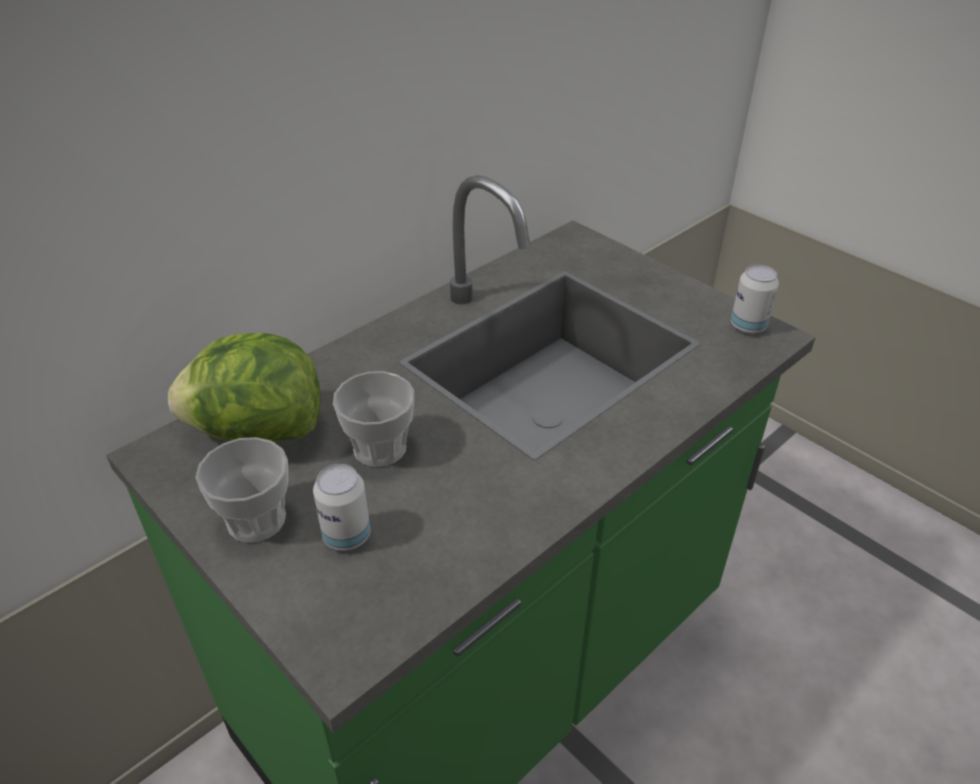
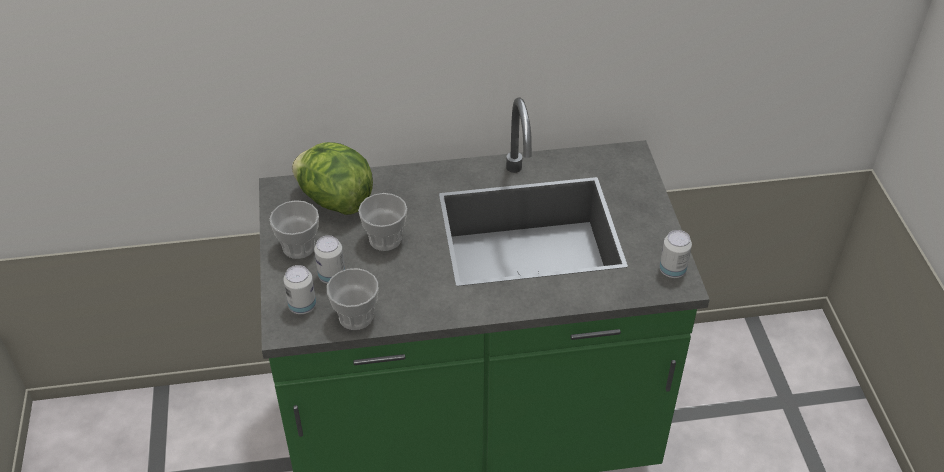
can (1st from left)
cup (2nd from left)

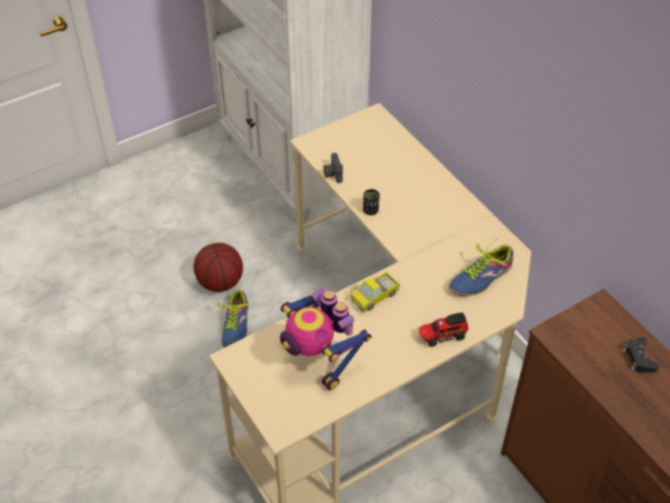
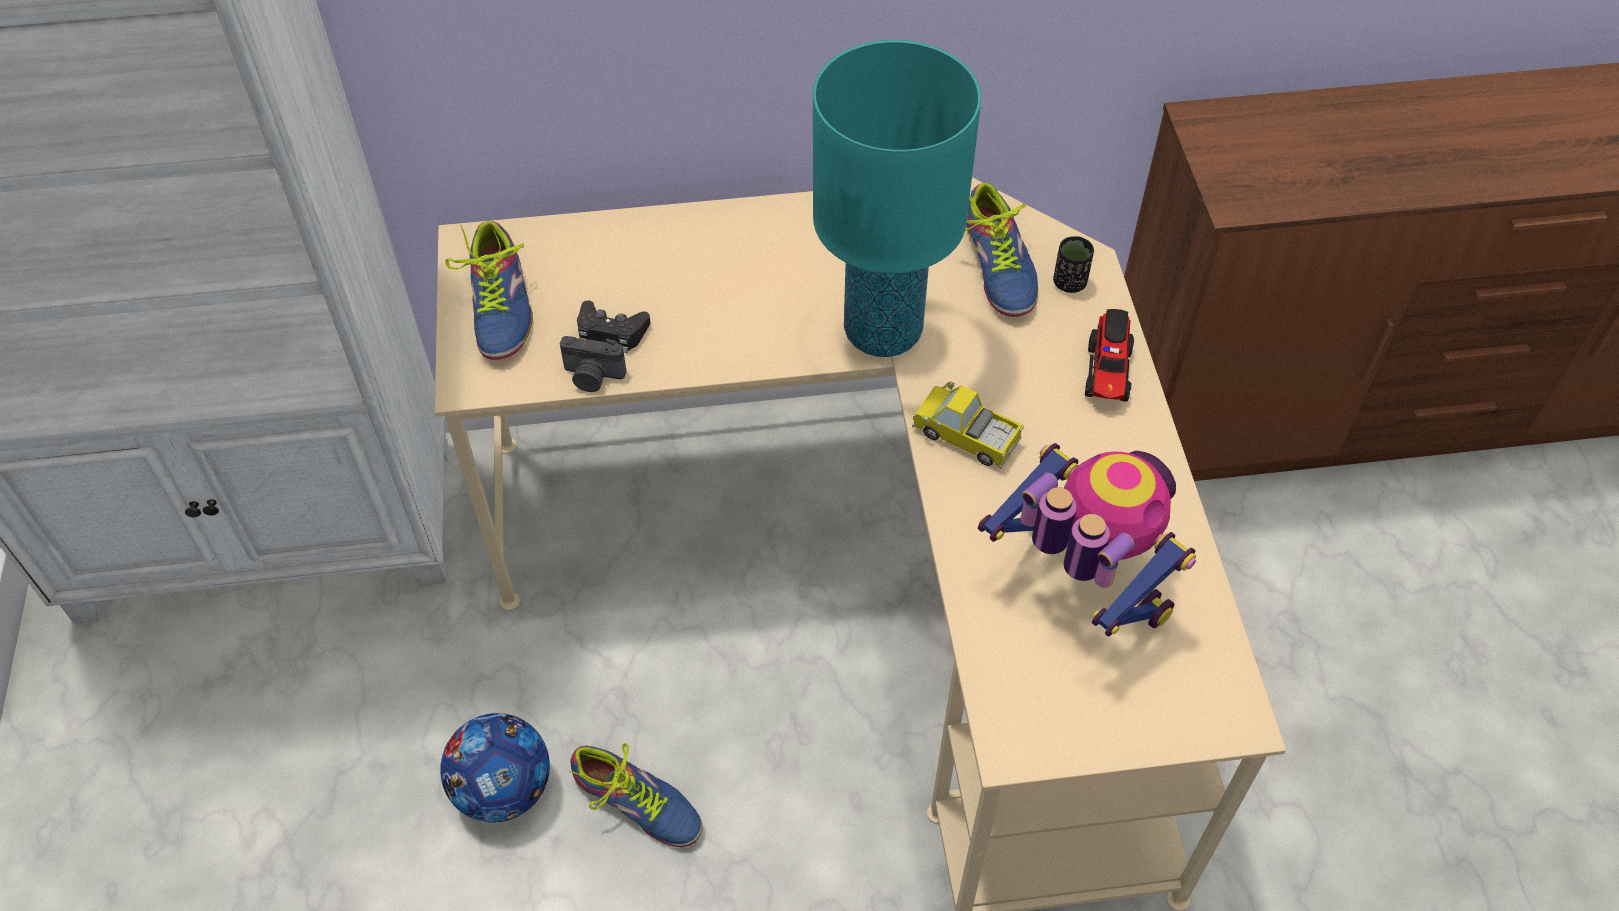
shoe (1st from left)
turquoise table lamp
black cup
black game controller
football
toy robot
toy truck (1st from left)

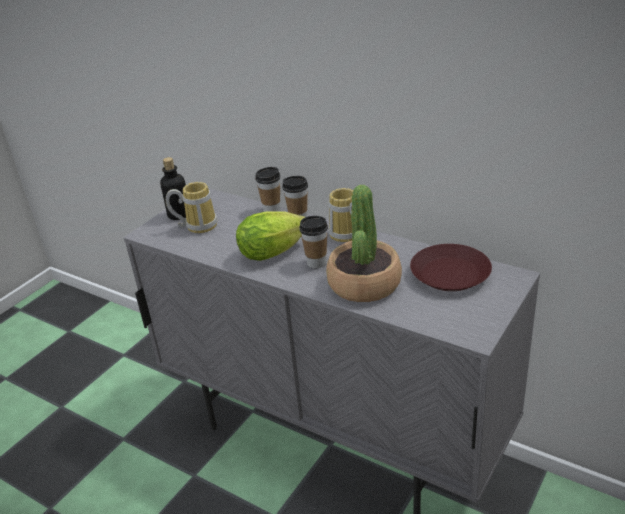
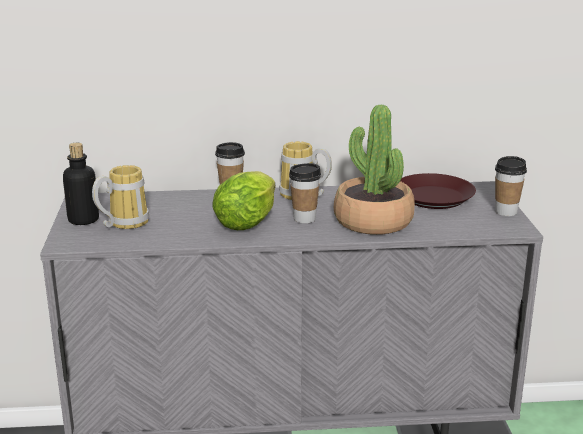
cup (3rd from left)

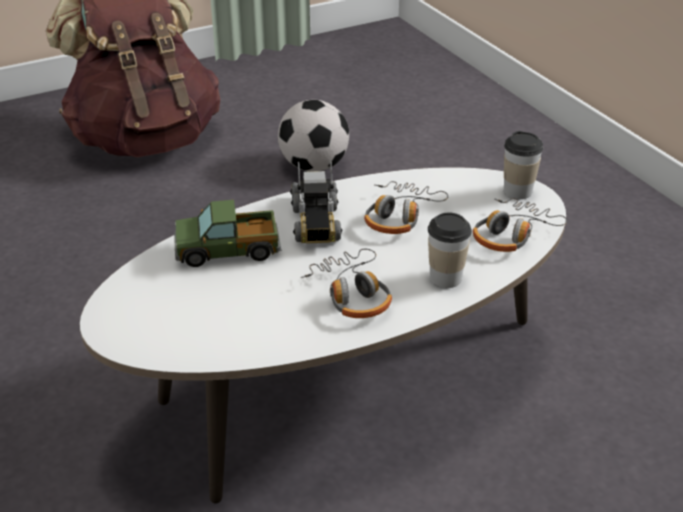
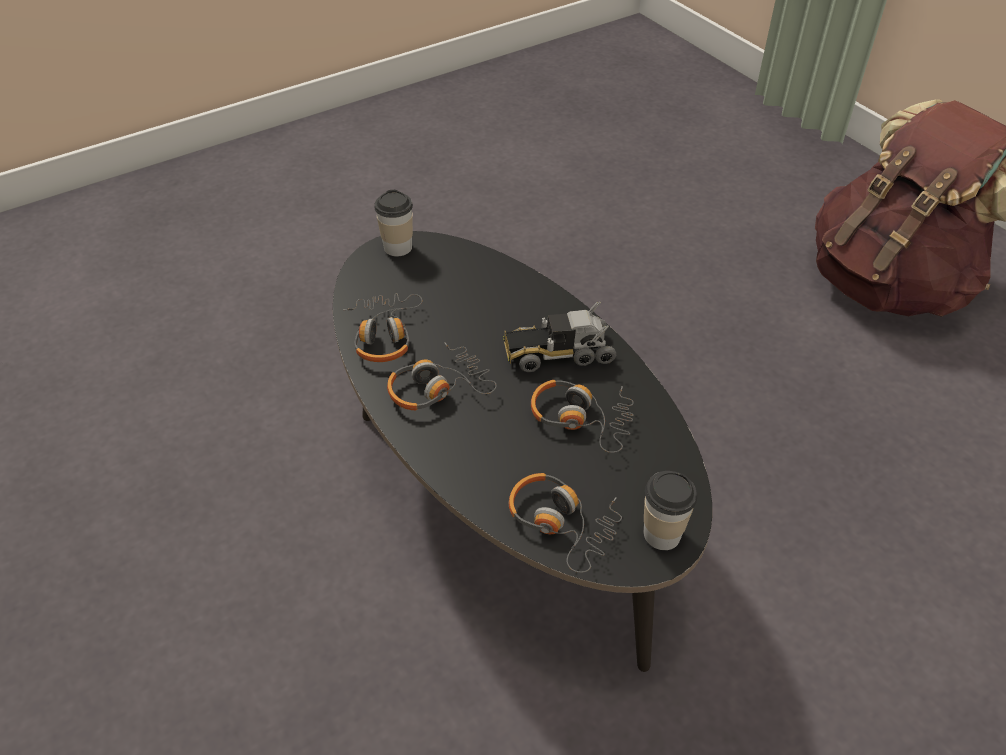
toy truck (1st from left in the first image)
football
headphones (1st from left)
cup (1st from left)
black coffee table

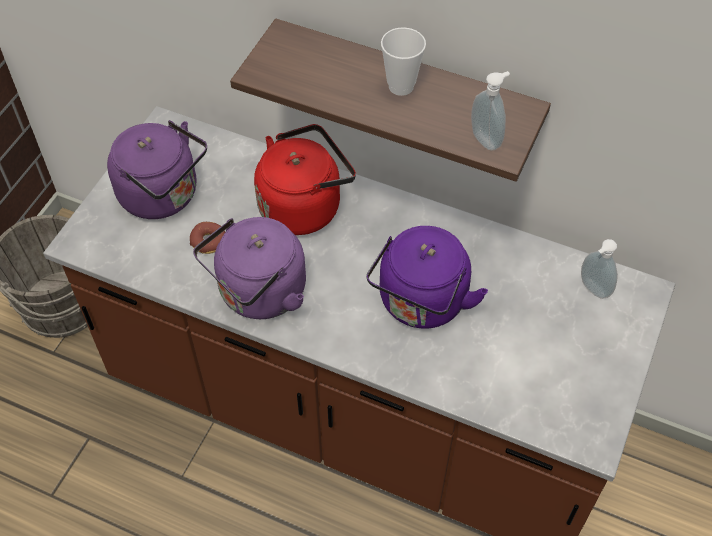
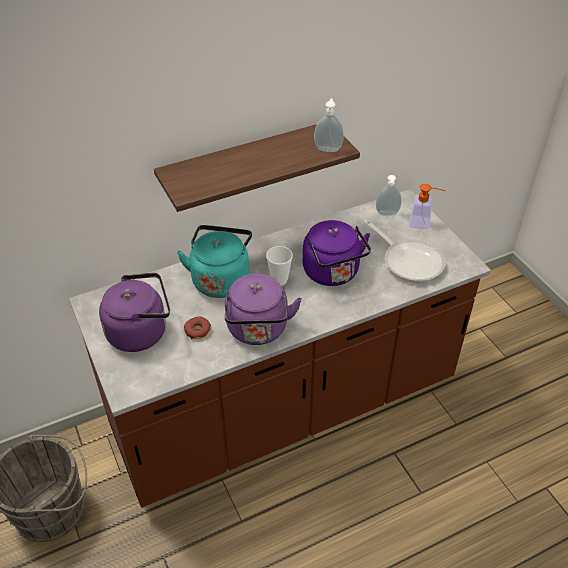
frying pan
soap dispenser (3rd from left)
cup
turquoise kettle

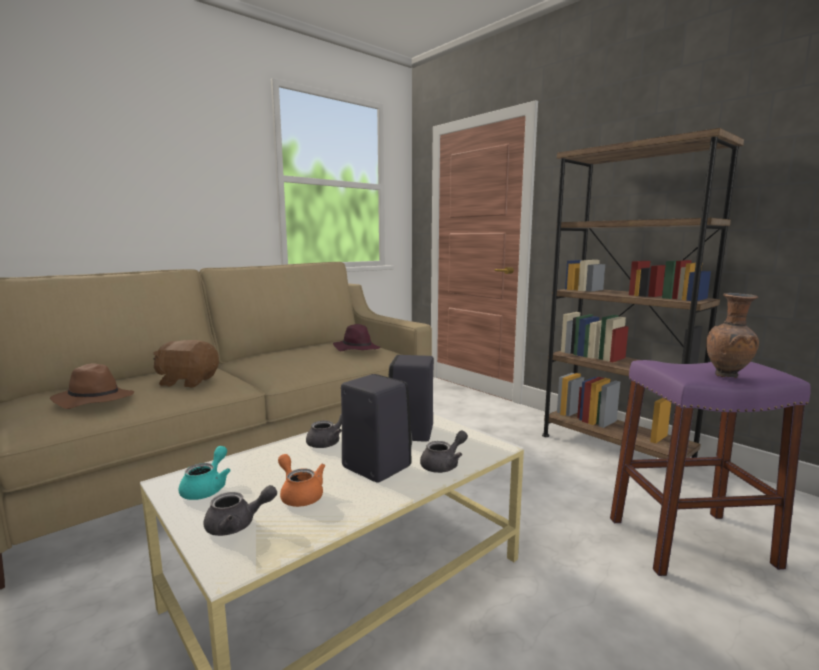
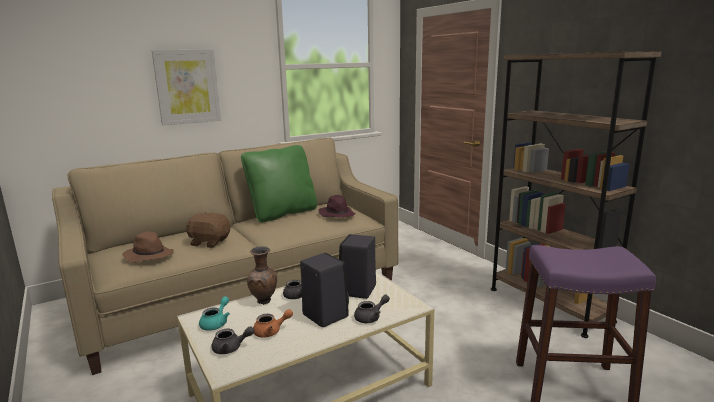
picture
green pillow
brown vase
orange teapot

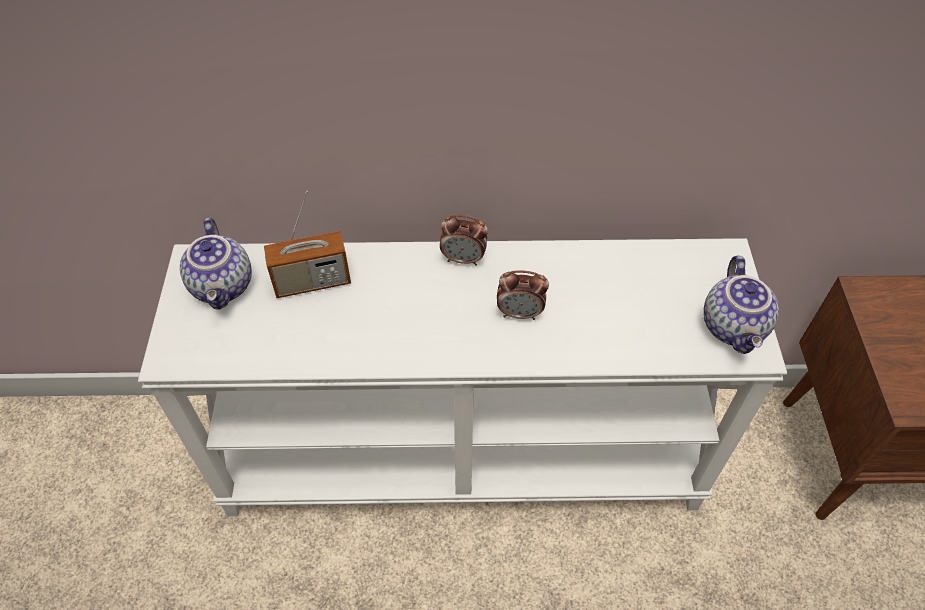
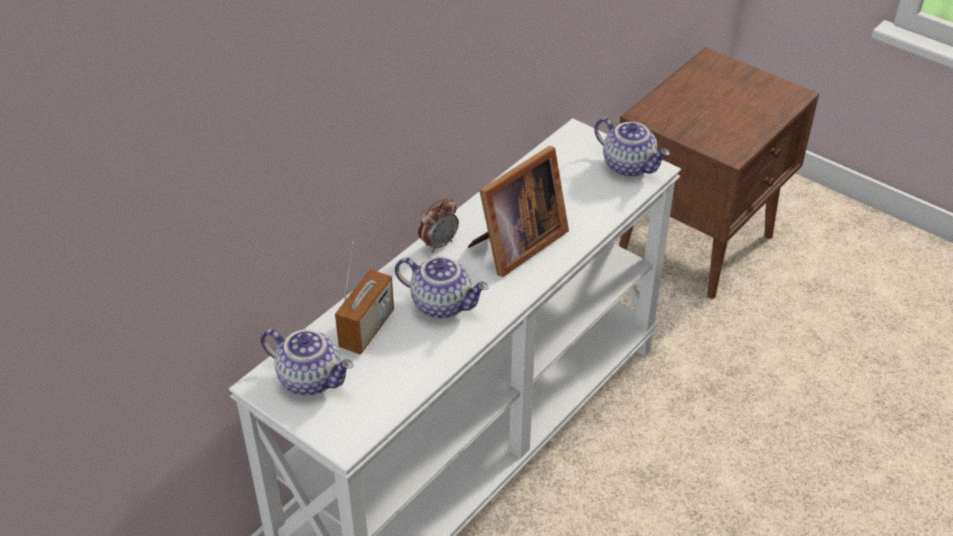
teapot (2nd from left)
picture frame

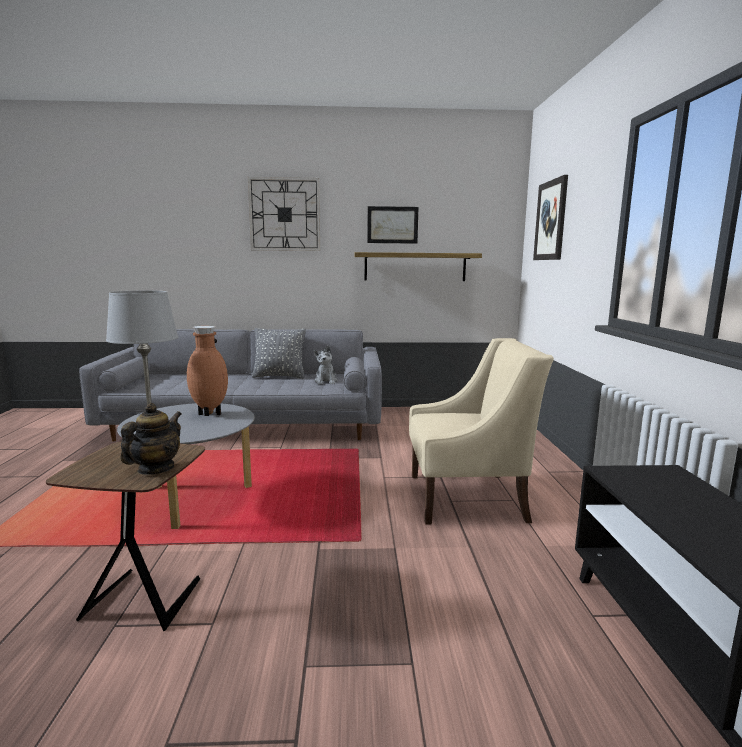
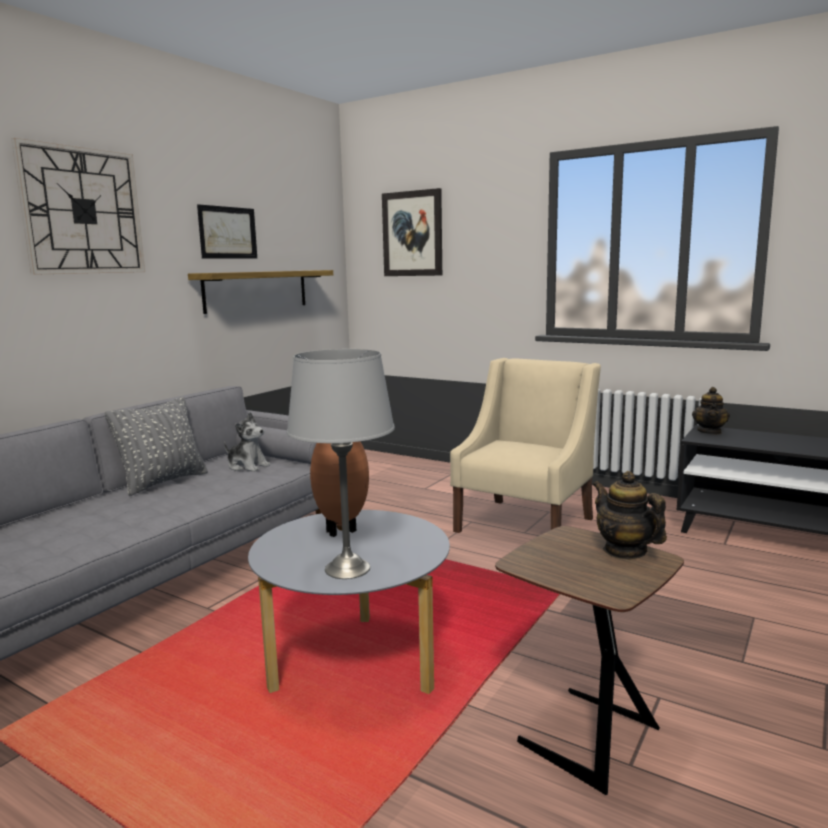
teapot (2nd from left)

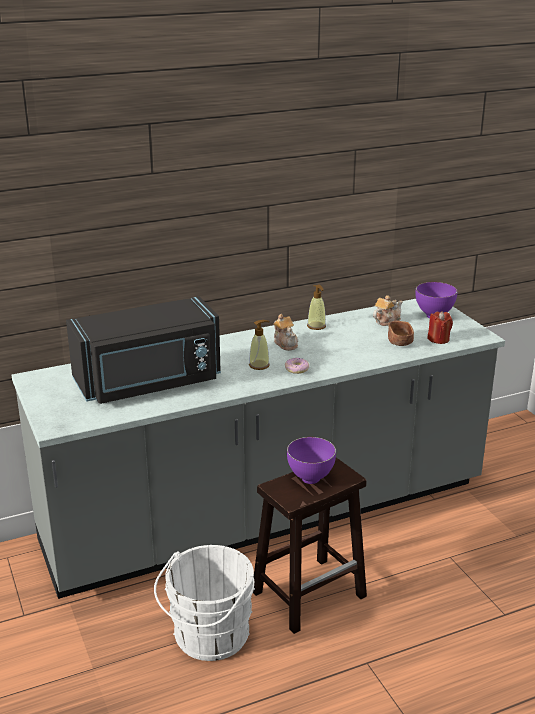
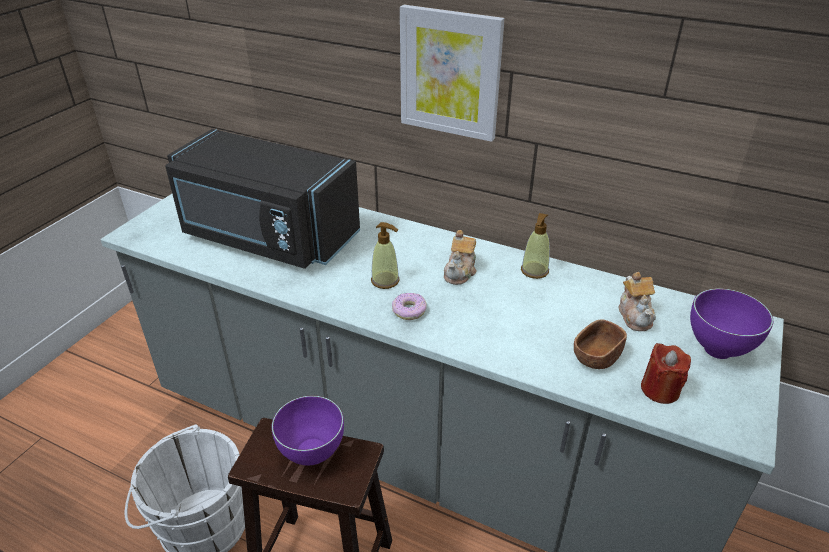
picture
teapot (2nd from left)

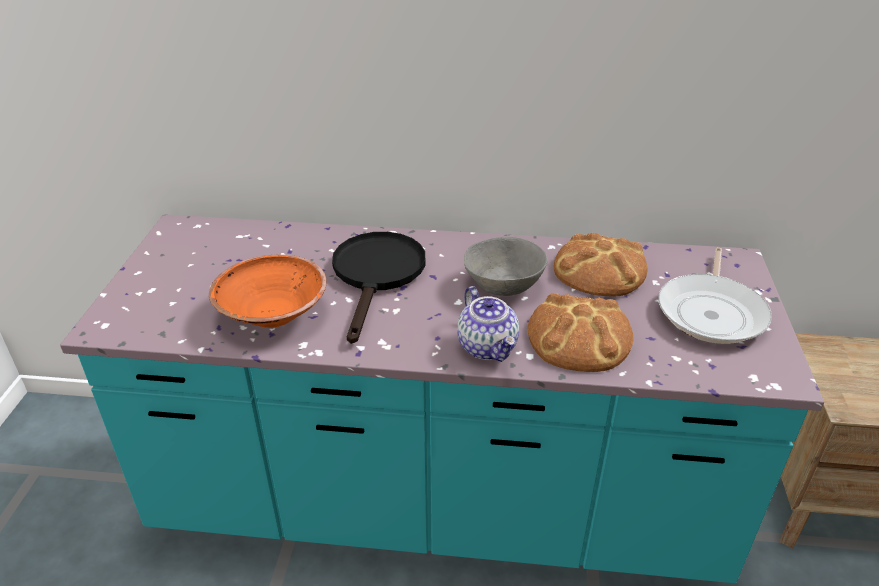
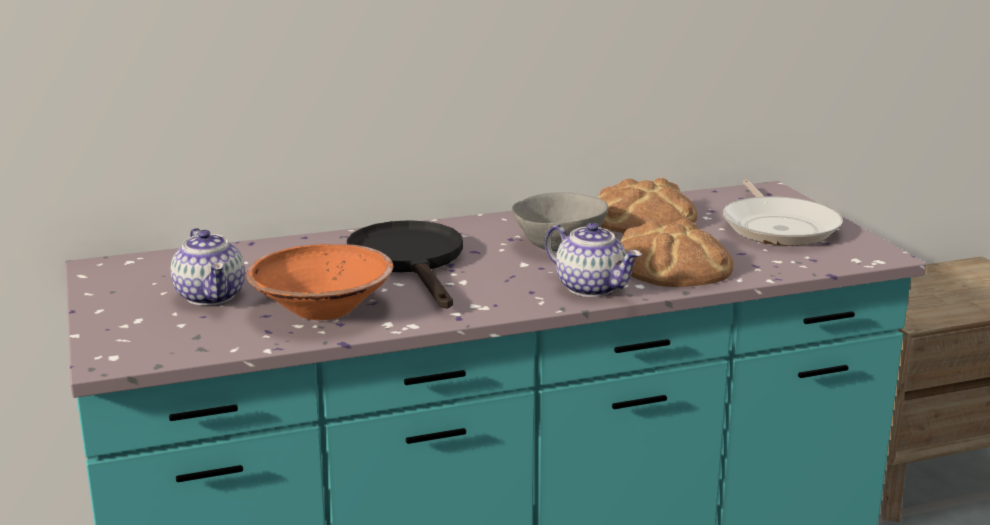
teapot (1st from left)

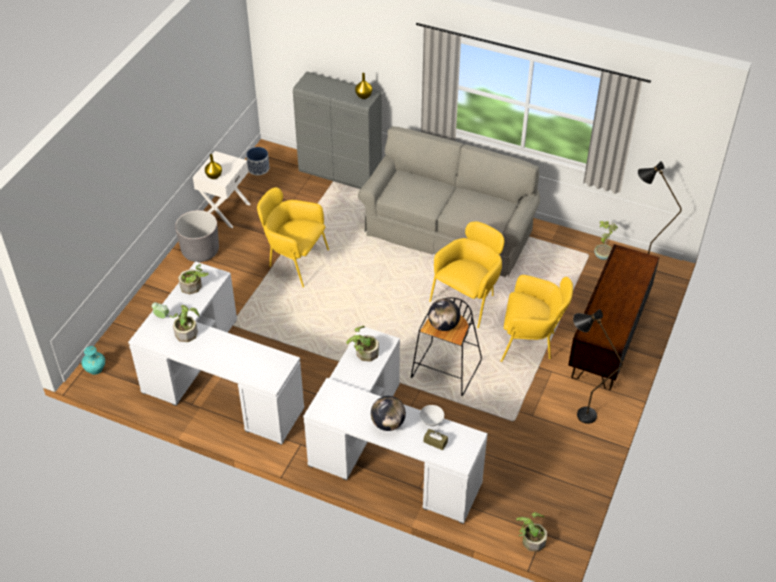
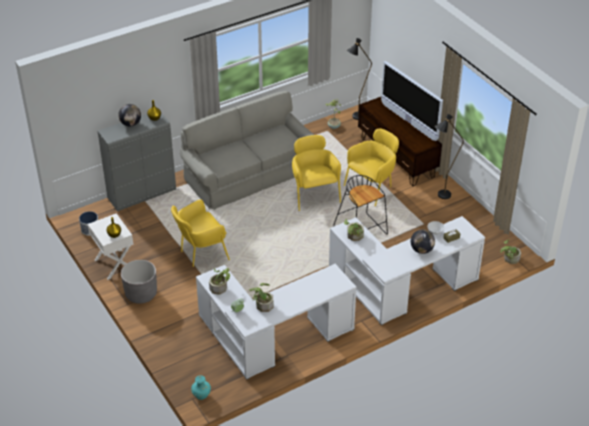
television
globe (1st from left)

